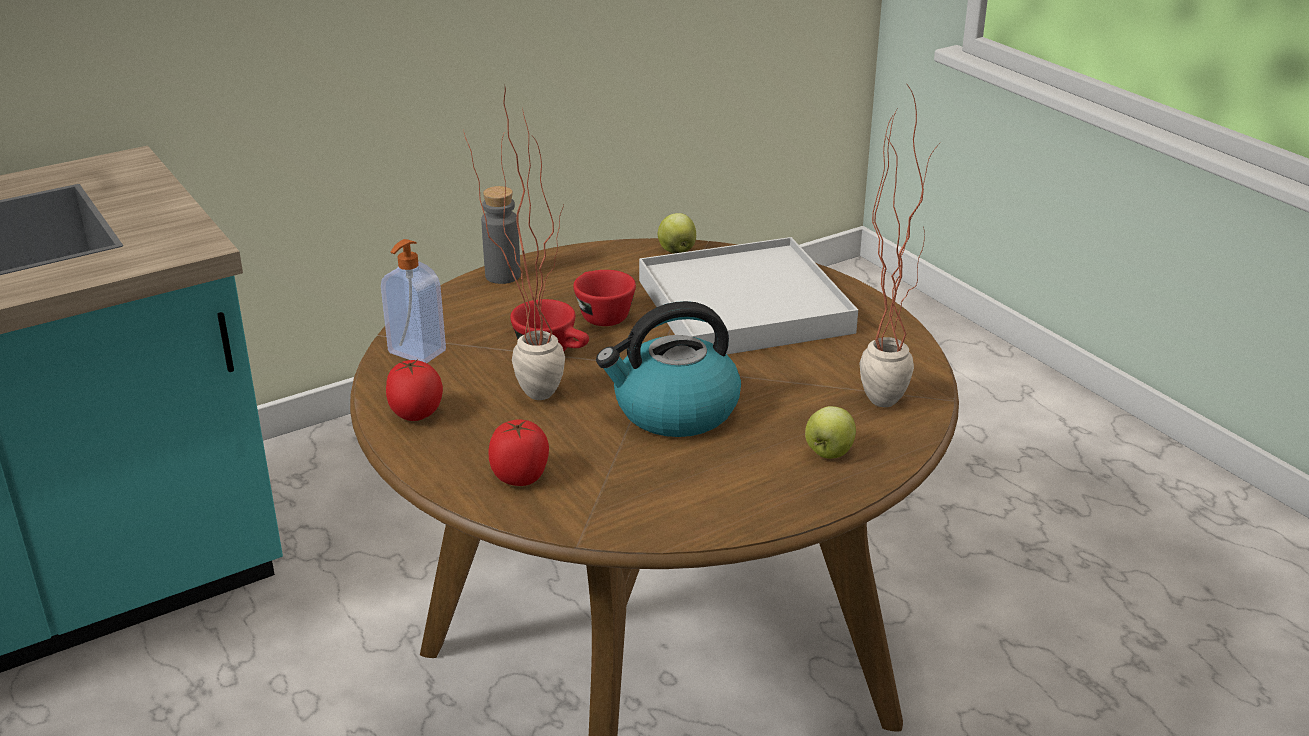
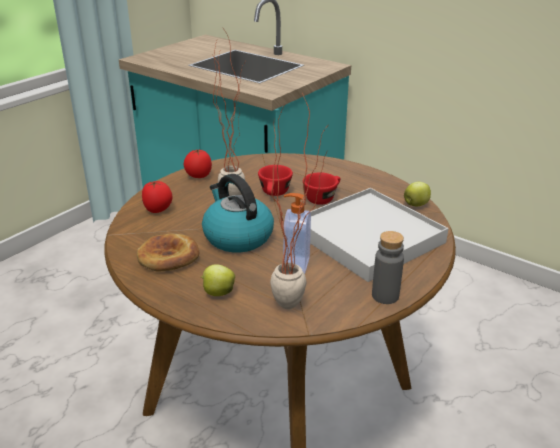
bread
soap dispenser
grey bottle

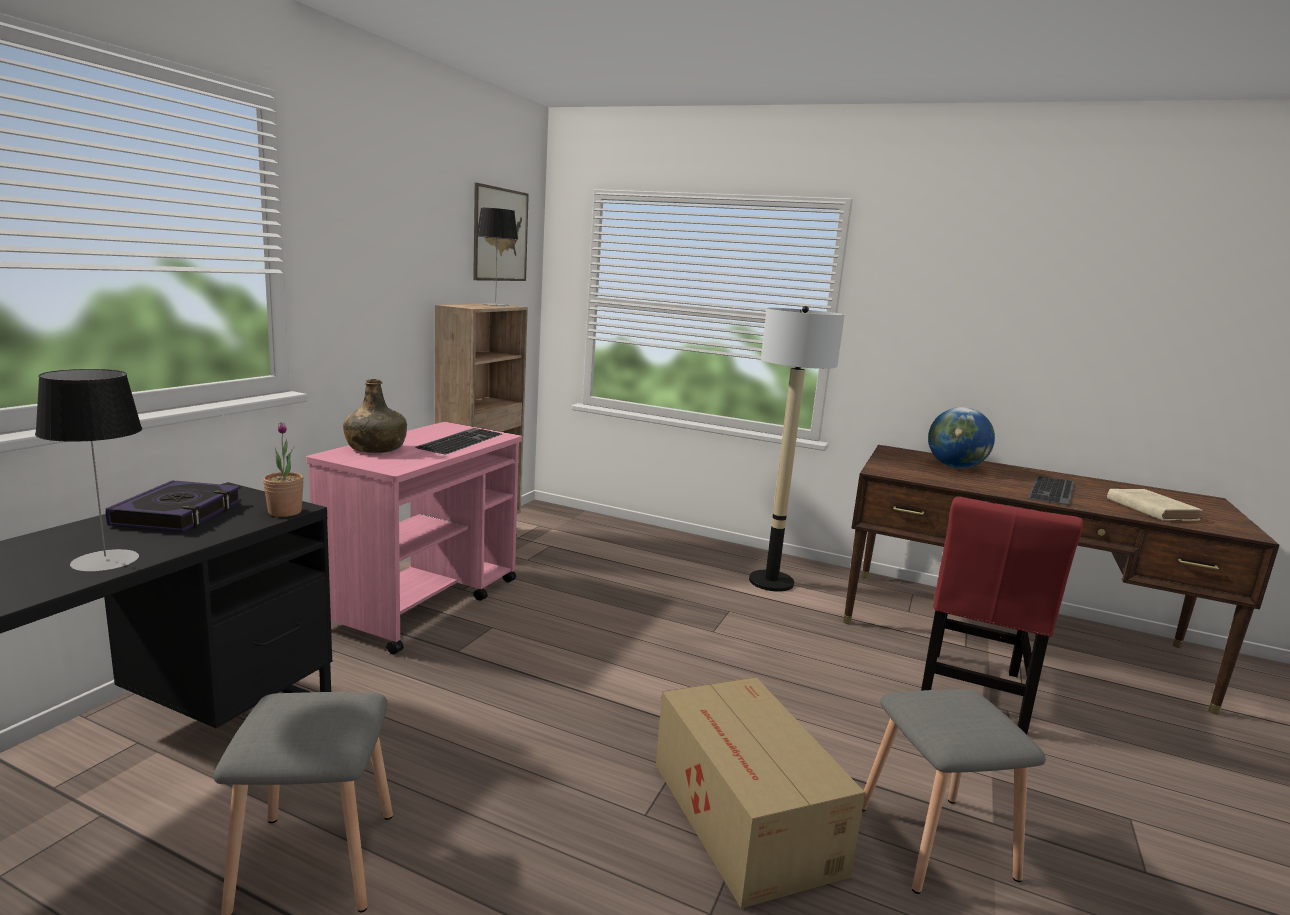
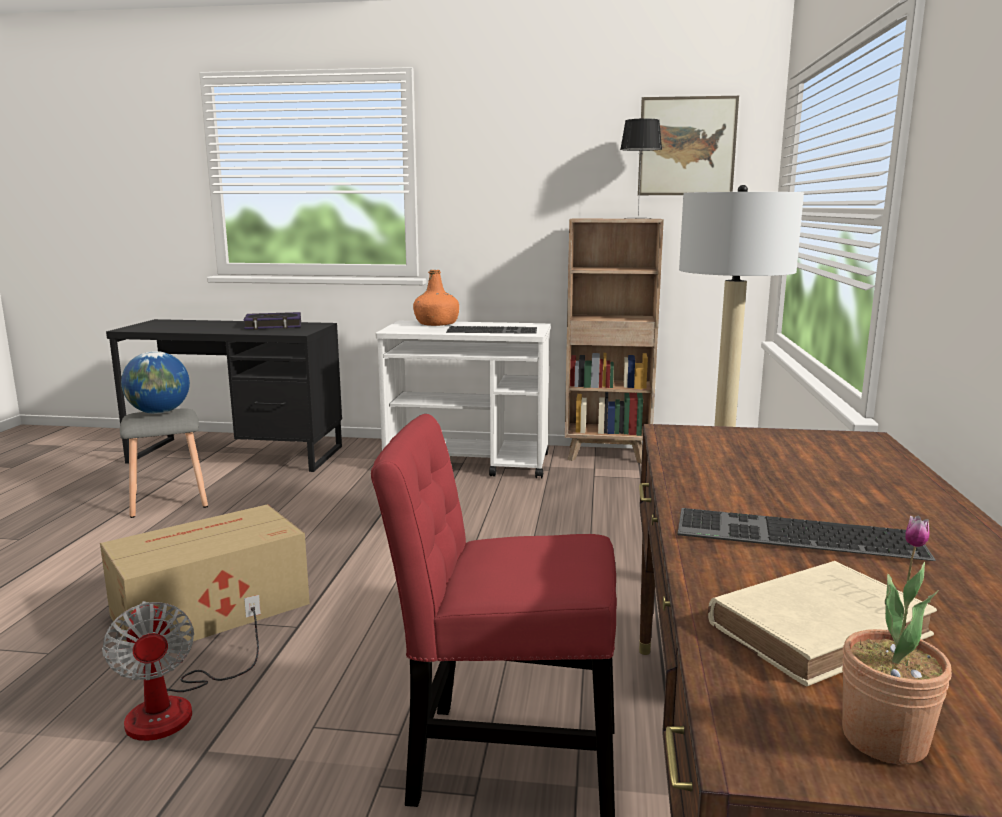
table lamp (1st from left in the first image)
potted plant
globe
fan
white cart
orange bottle

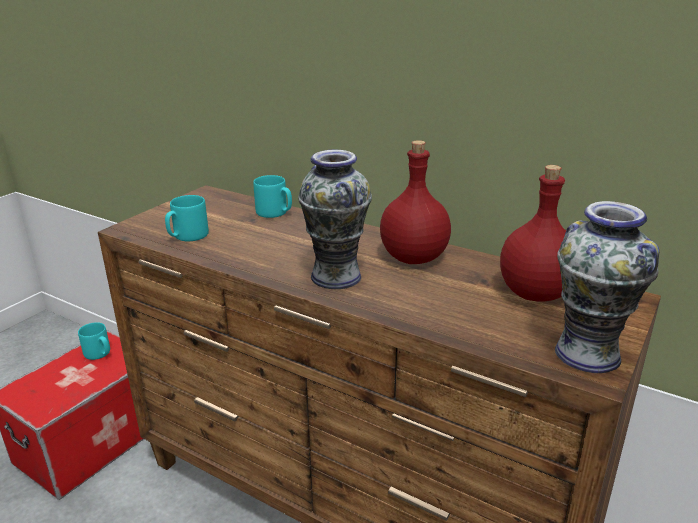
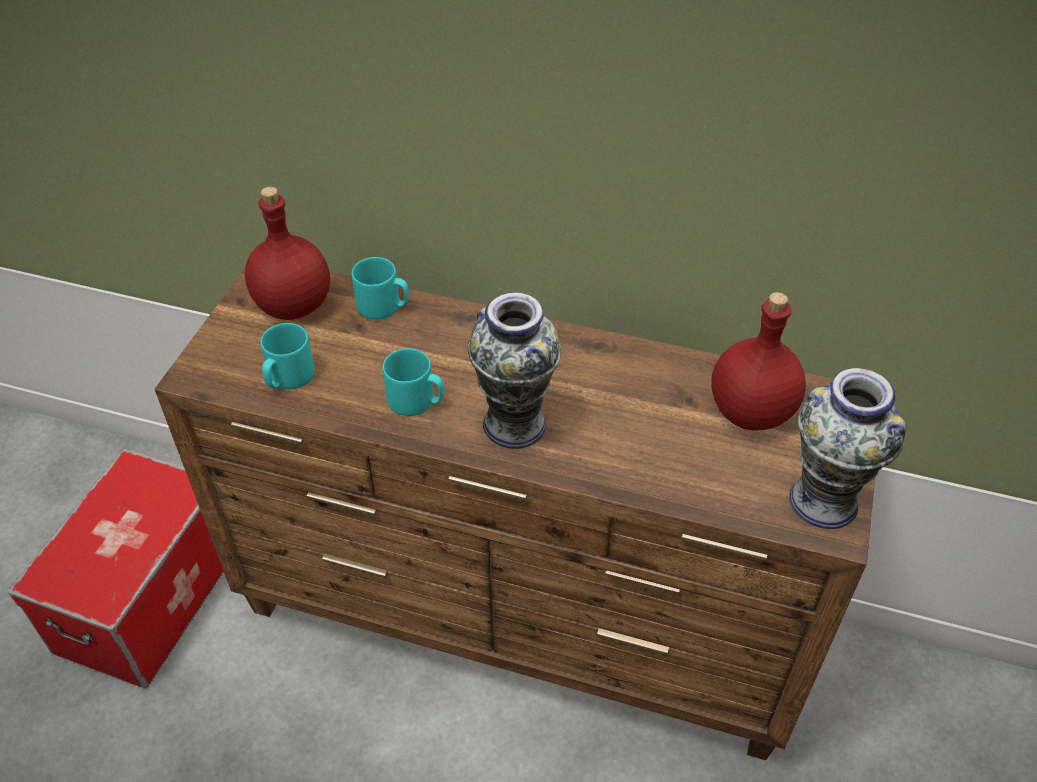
turquoise mug (3rd from left)
red bottle (1st from left)

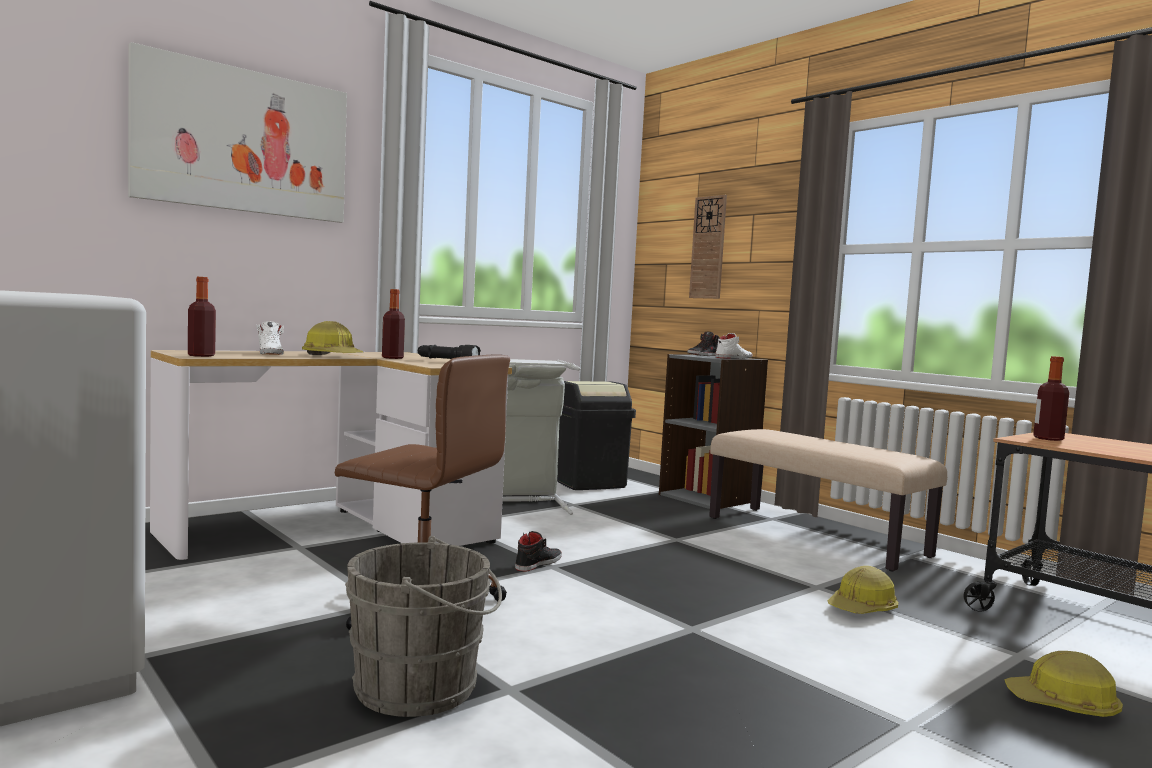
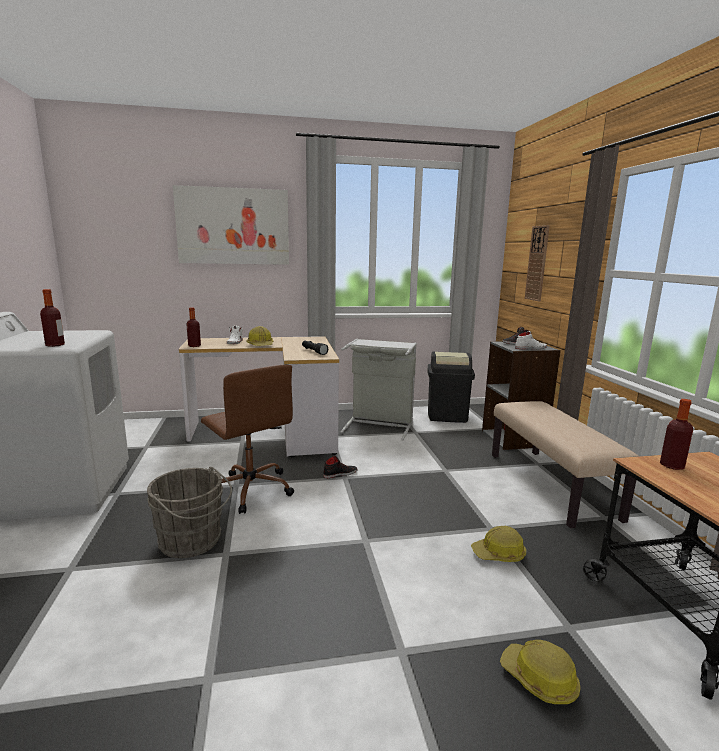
bottle (1st from left)

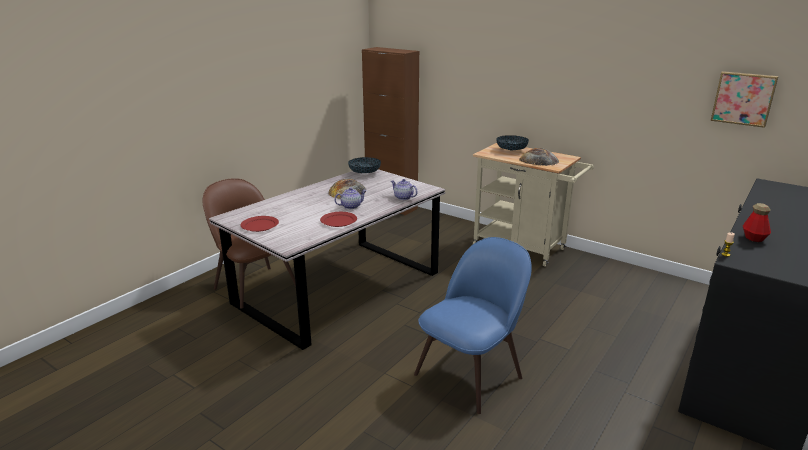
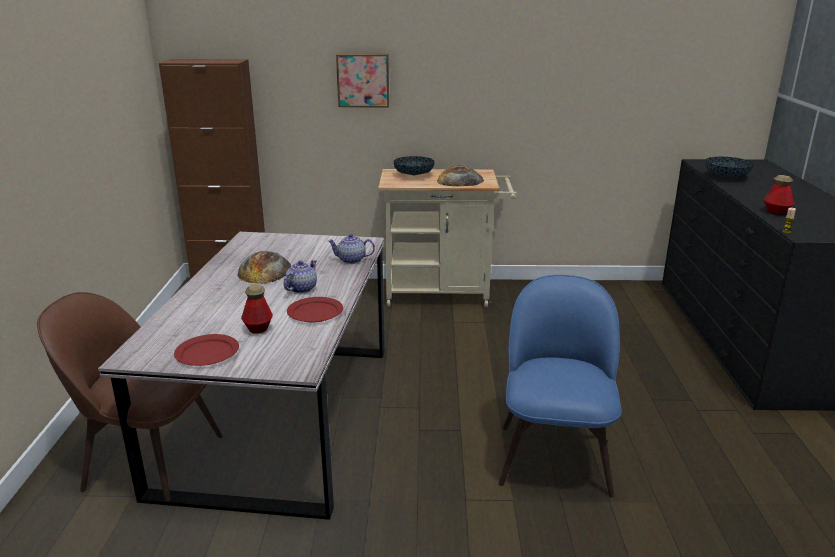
bottle (1st from left)
bowl (2nd from left)
picture

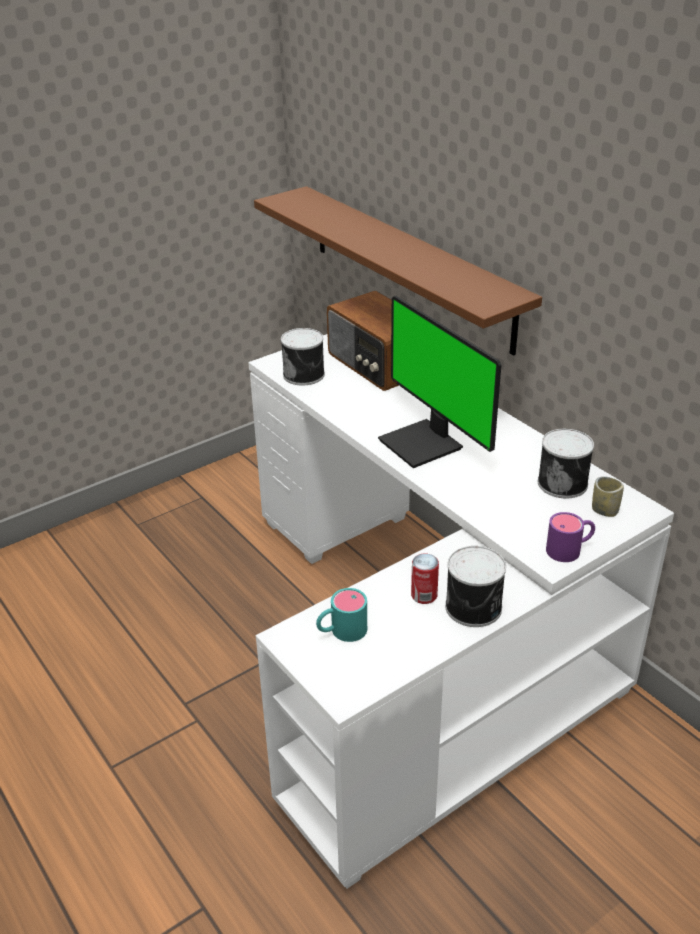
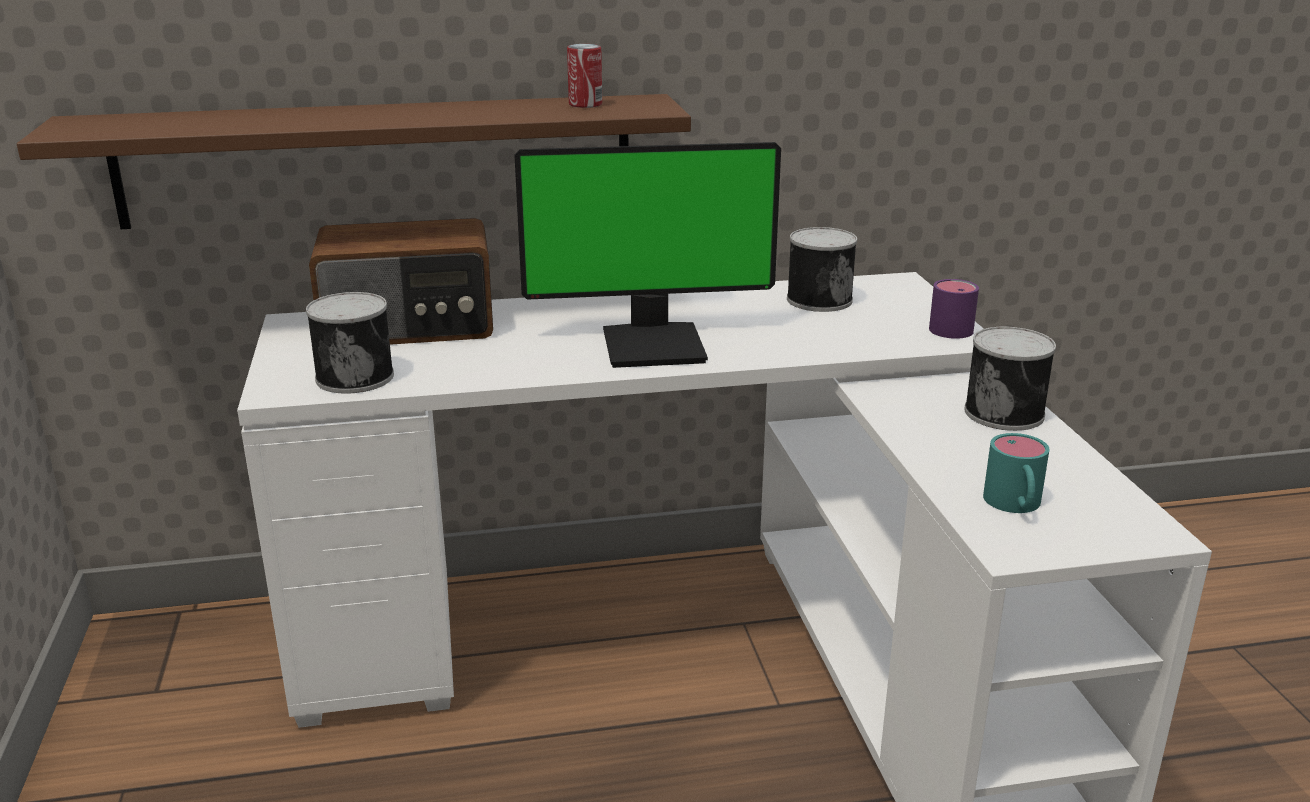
cup
can (2nd from left)

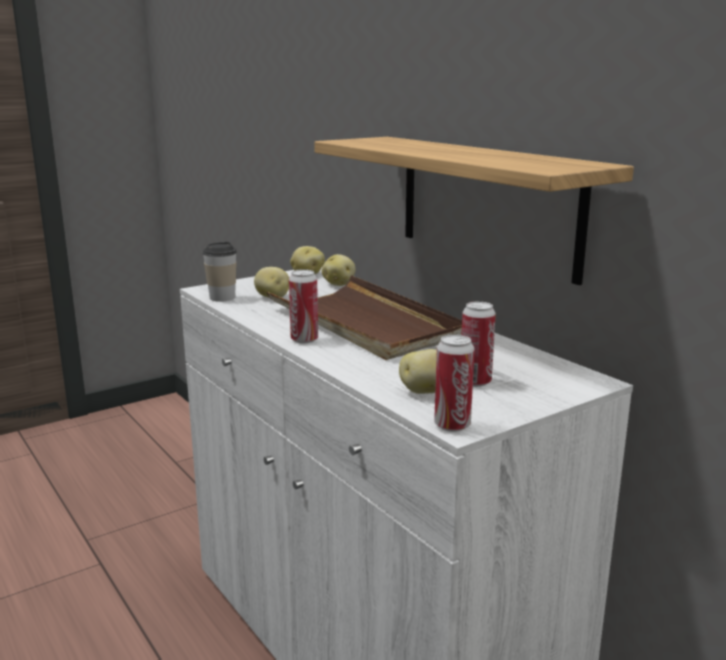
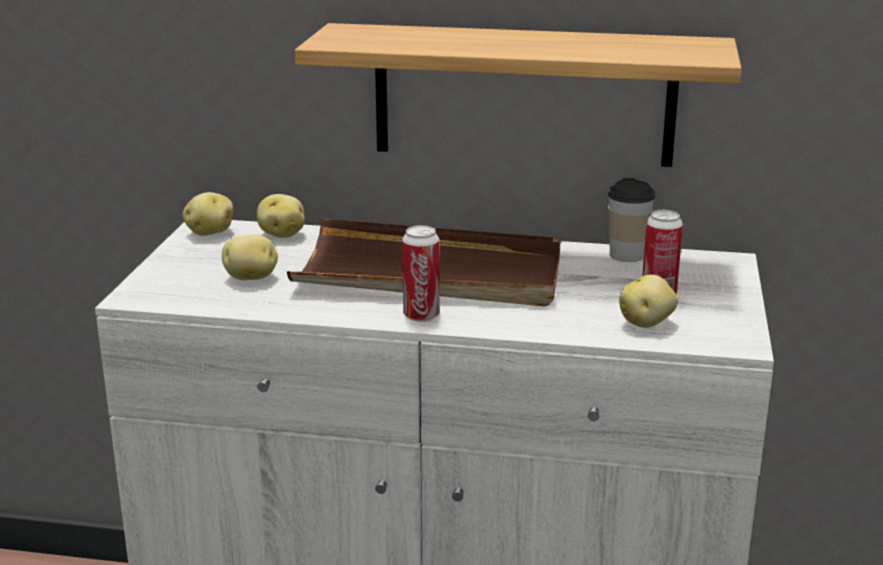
can (2nd from left in the first image)
cup

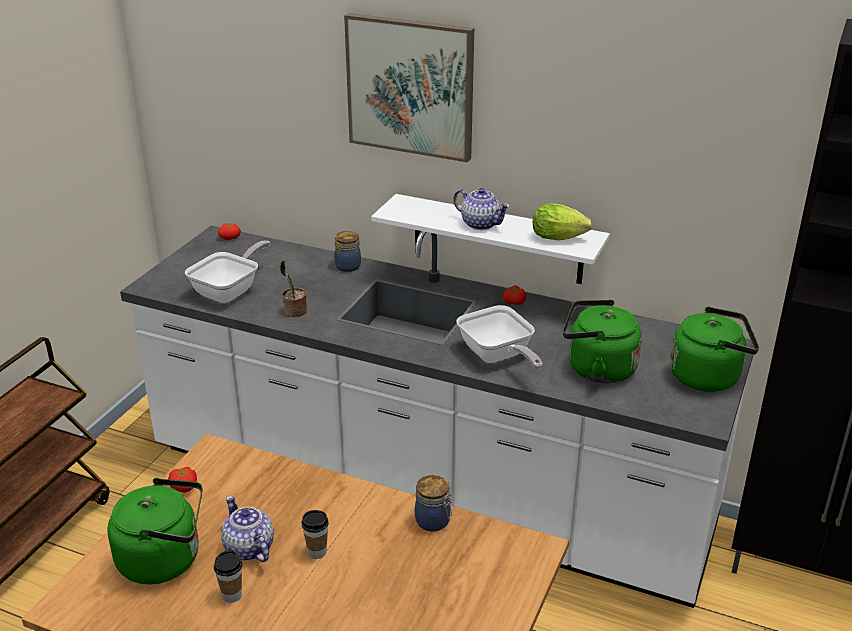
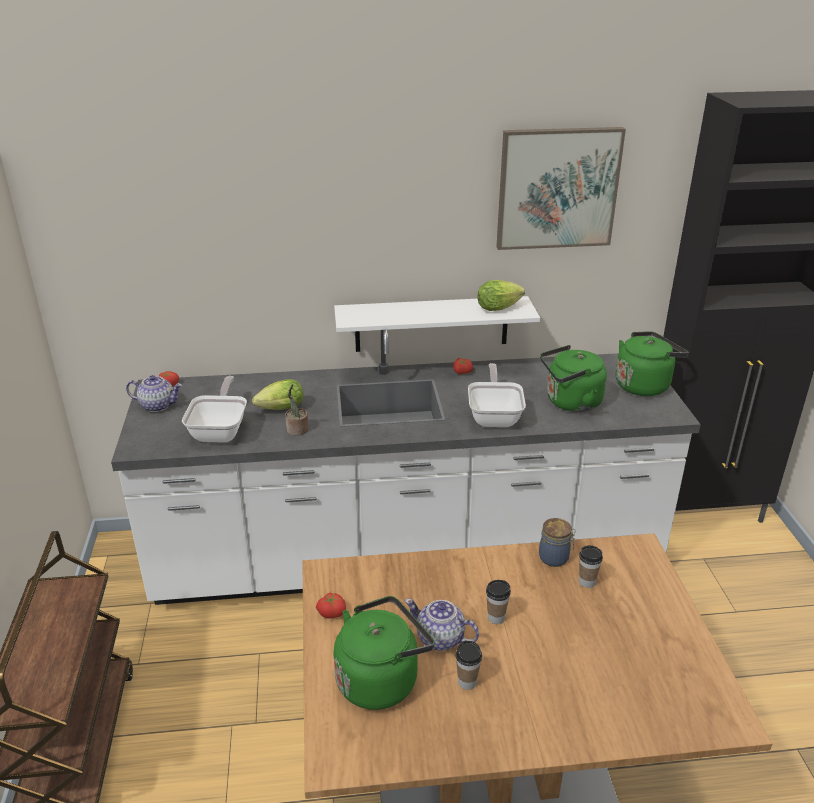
jar (1st from left in the first image)
lettuce (1st from left)
cup (3rd from left)
picture
teapot (1st from left)
frying pan (2nd from left)

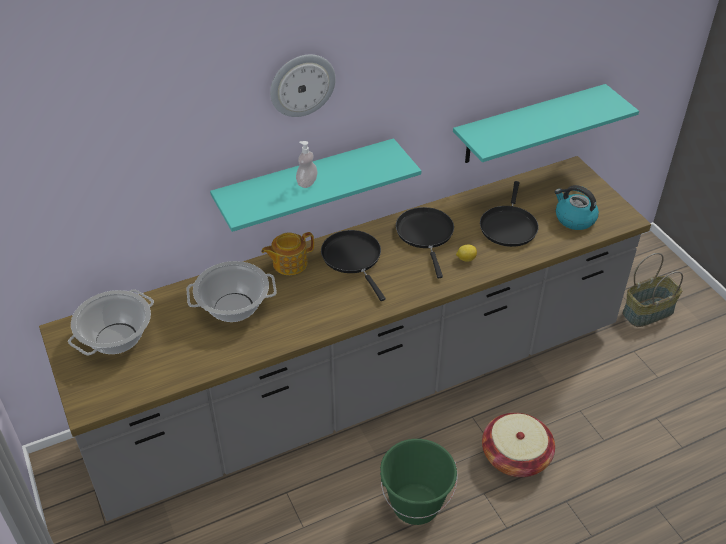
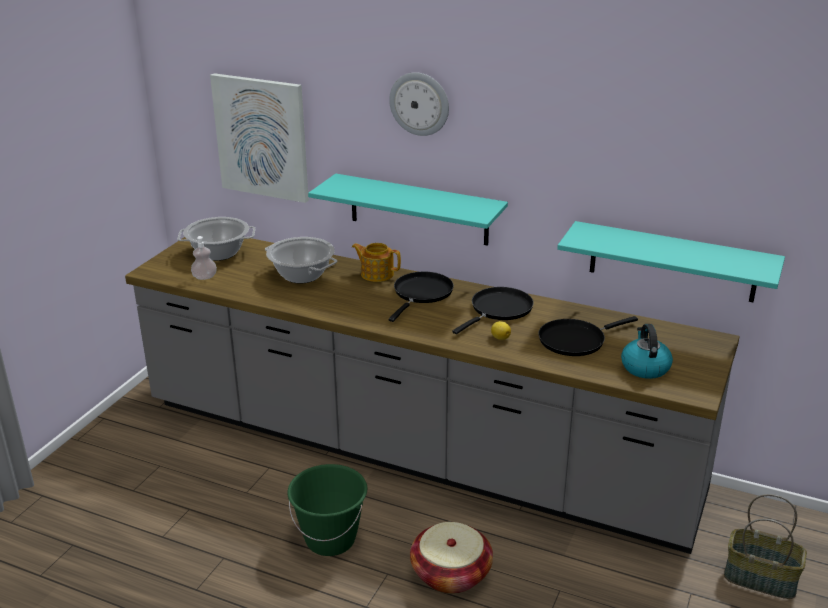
picture
soap dispenser

